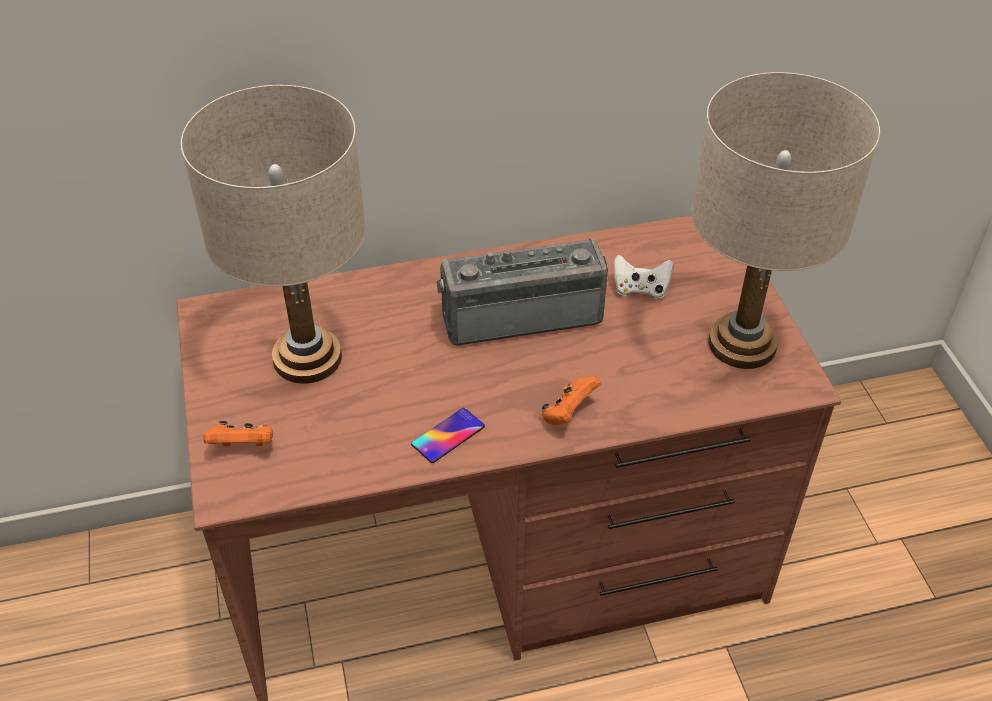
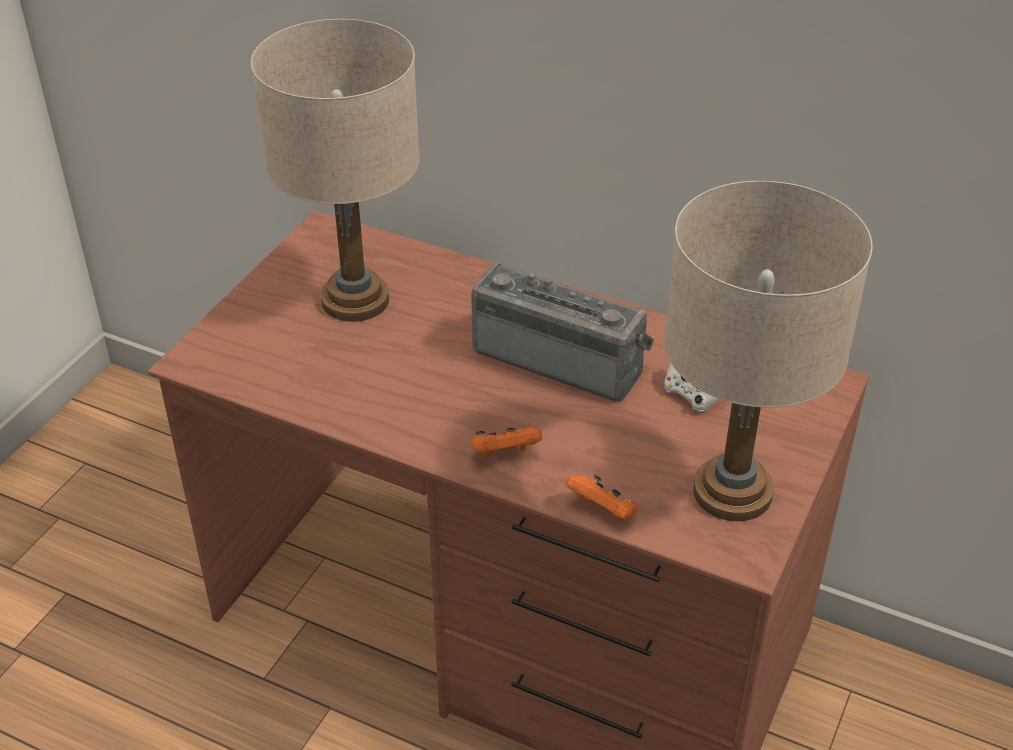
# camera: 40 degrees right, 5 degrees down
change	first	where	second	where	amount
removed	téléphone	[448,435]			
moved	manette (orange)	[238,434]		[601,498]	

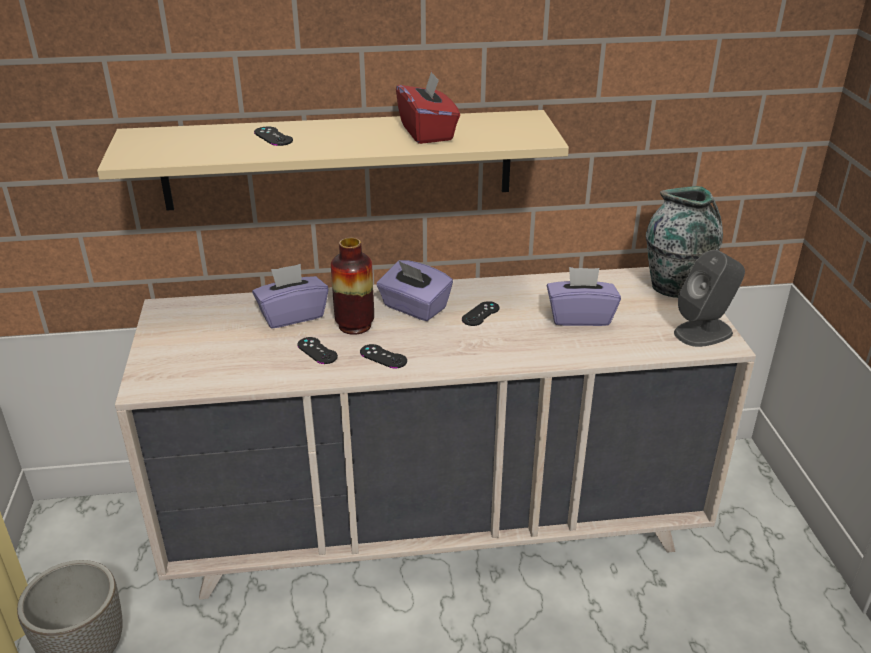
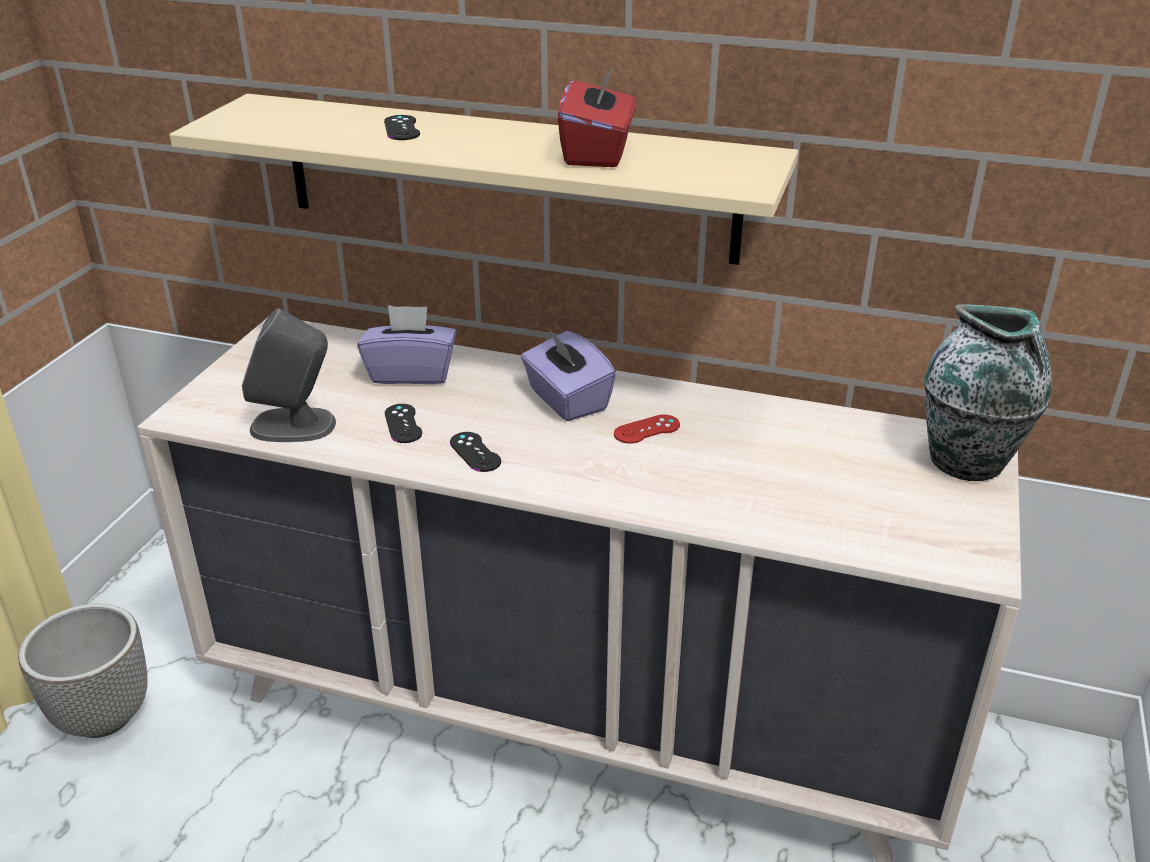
# camera: 25 degrees right, 0 degrees up
change	first	where	second	where	amount
removed	vase	[352,286]			
removed	boîte à mouchoirs (violet)	[584,296]			
moved	enceinte (gris)	[709,298]		[289,375]	
recoloured	manette (noir)	[480,313]	manette (rouge)	[647,429]	

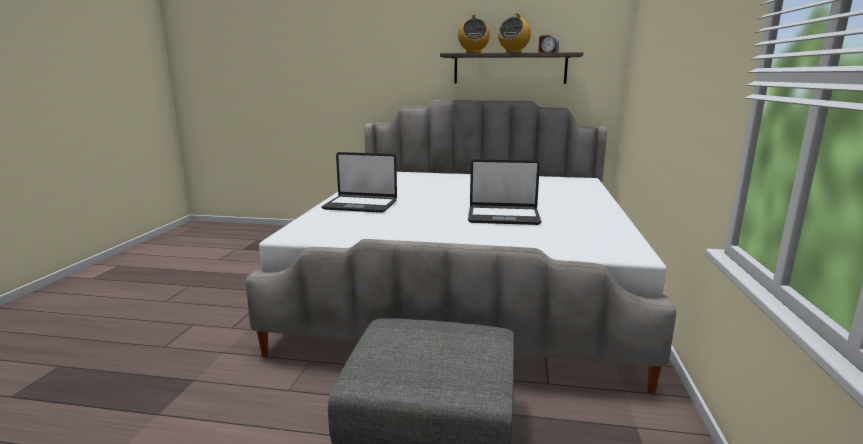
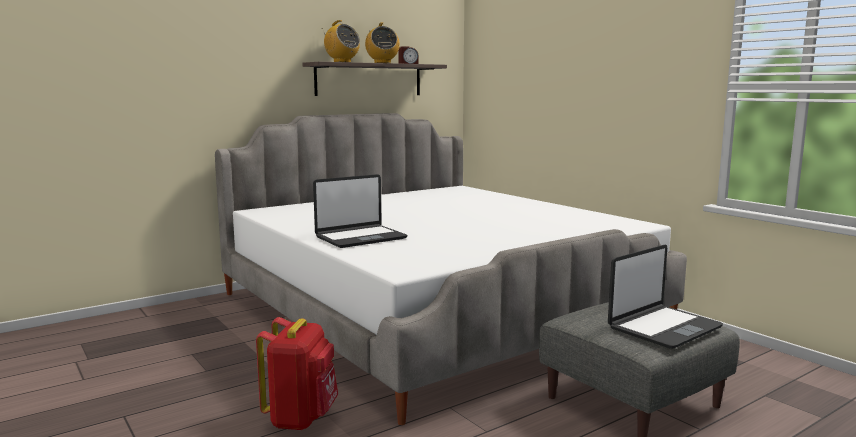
# camera: 45 degrees left, 5 degrees down
change	first	where	second	where	amount
added			sac à dos (rouge)	[297,373]	
moved	ordinateur portable	[505,192]		[665,297]	

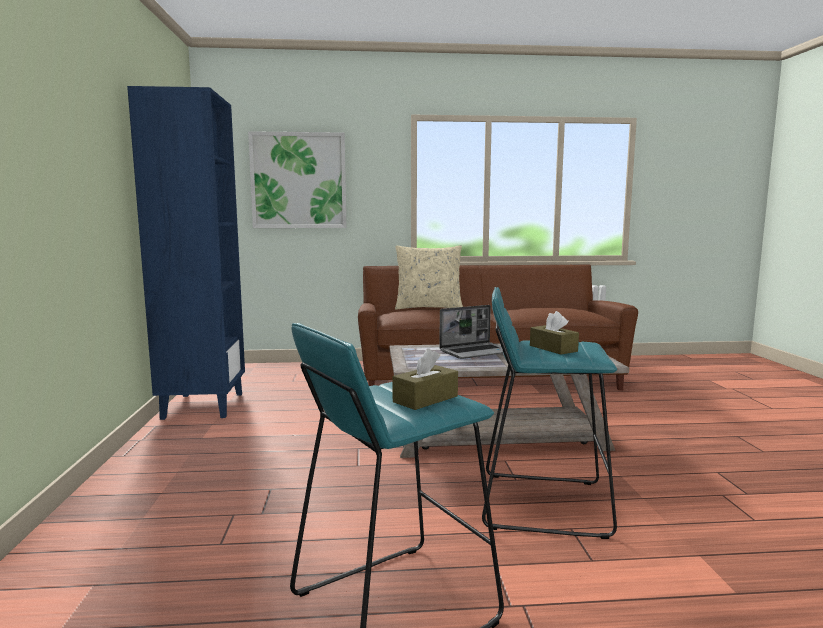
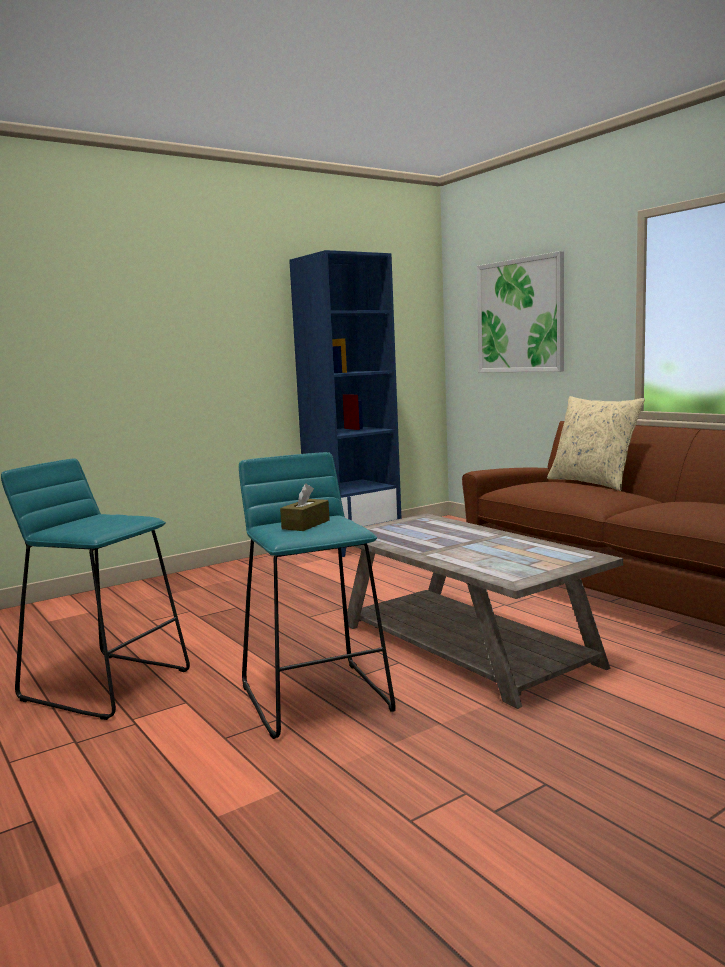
# camera: 60 degrees right, 0 degrees up
change	first	where	second	where	amount
removed	boîte à mouchoirs (marron)	[425,379]			
removed	ordinateur portable	[471,332]			

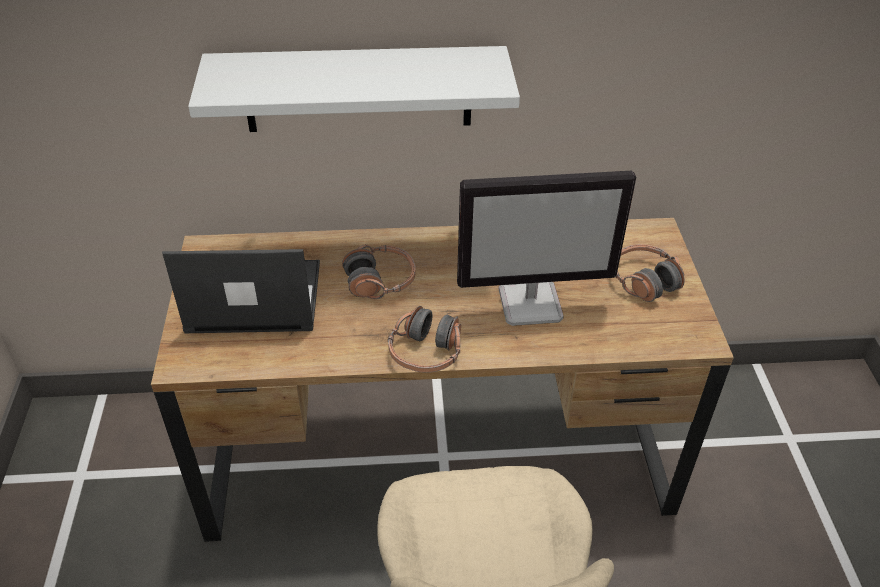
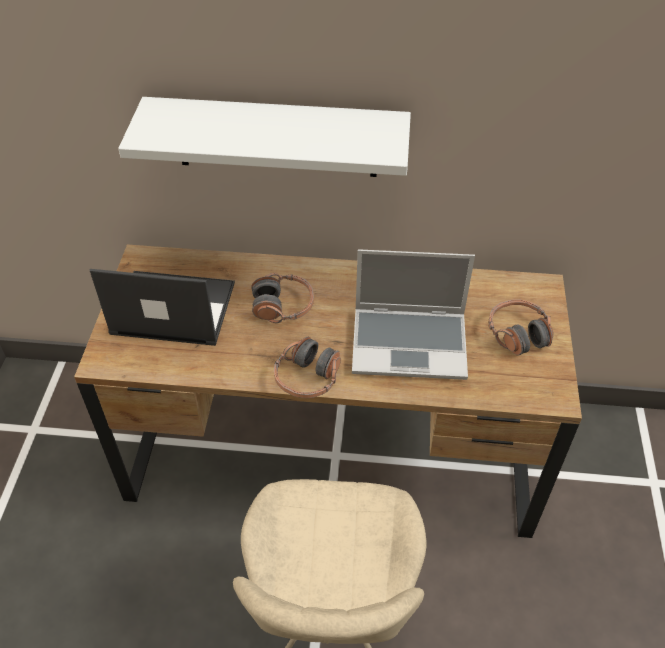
# camera: 10 degrees right, 5 degrees up
change	first	where	second	where	amount
replaced	écran d'ordinateur	[546,248]	ordinateur portable	[413,314]	

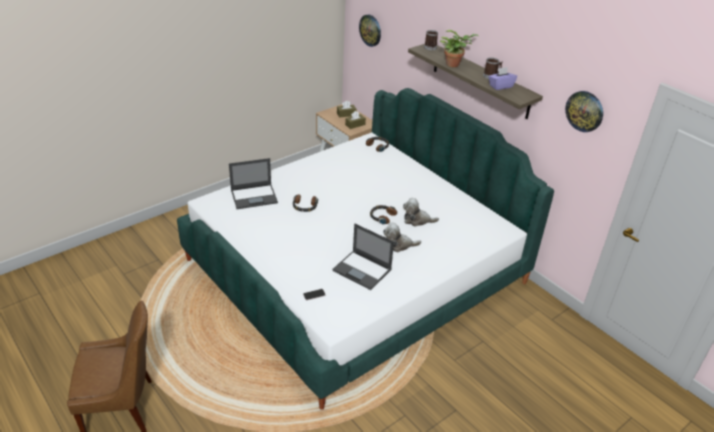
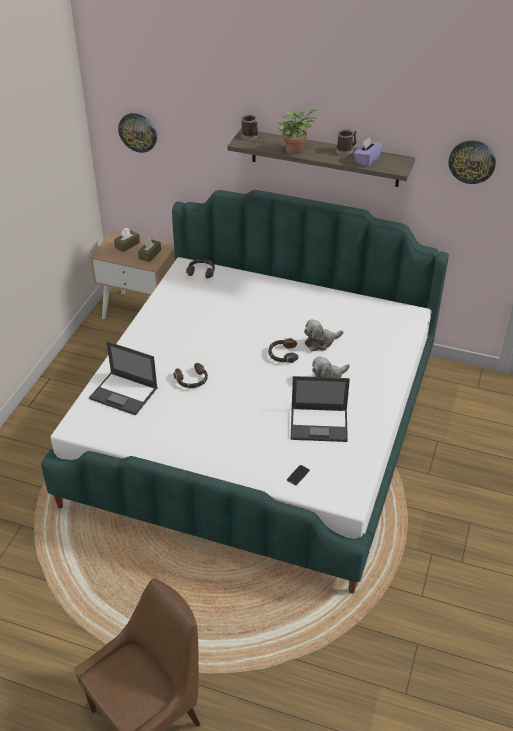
# camera: 30 degrees left, 5 degrees up
change	first	where	second	where	amount
turned	ordinateur portable	[253,183]		[123,378]	75 degrees clockwise

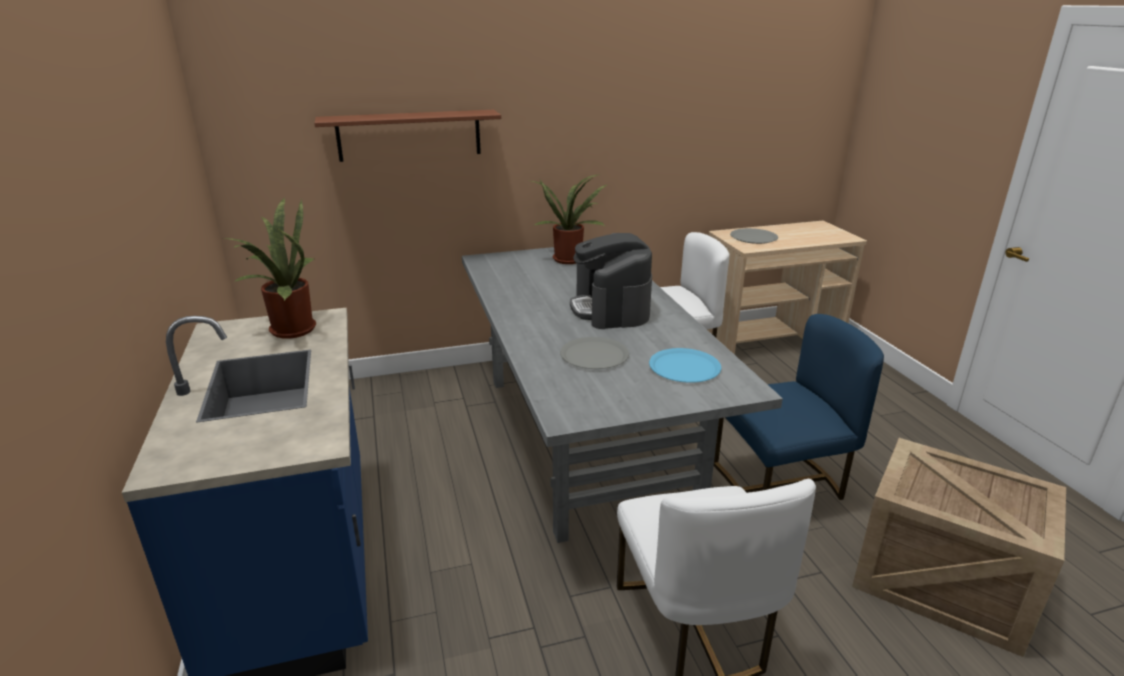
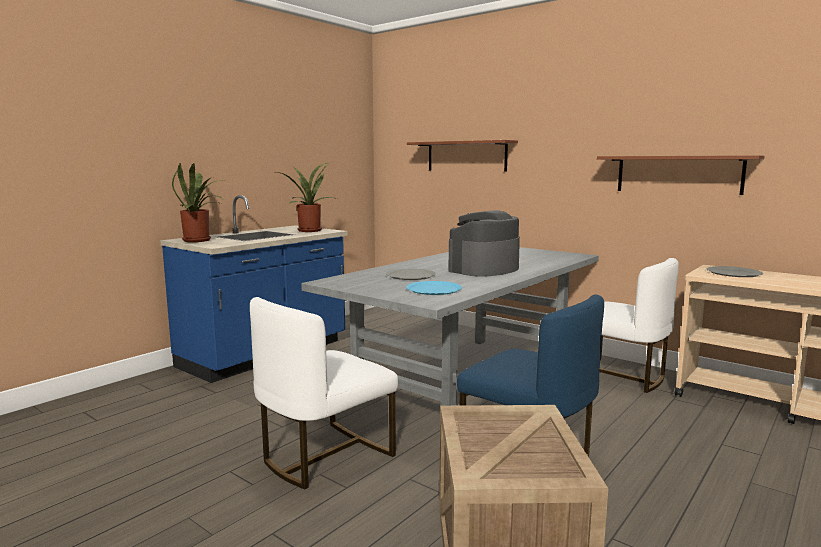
# camera: 55 degrees right, 15 degrees down
change	first	where	second	where	amount
added			étagère (marron)	[681,175]	
moved	plante en pot	[569,219]		[197,202]	

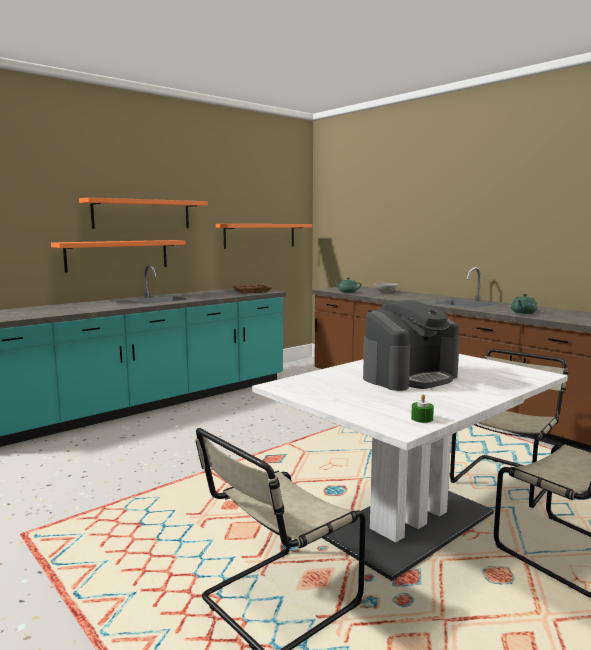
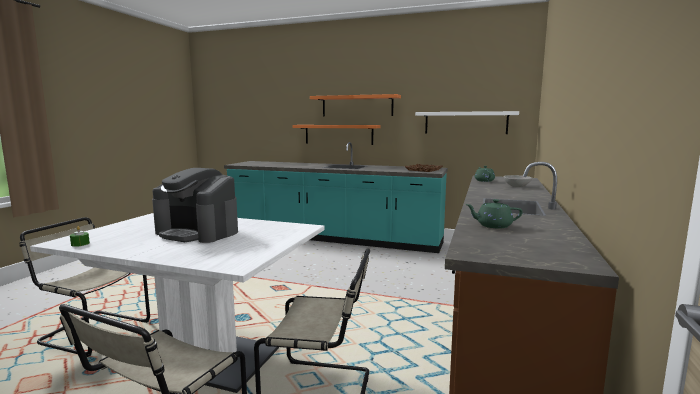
# camera: 60 degrees right, 0 degrees up
change	first	where	second	where	amount
recoloured	étagère (orange)	[264,236]	étagère (blanc)	[467,122]	

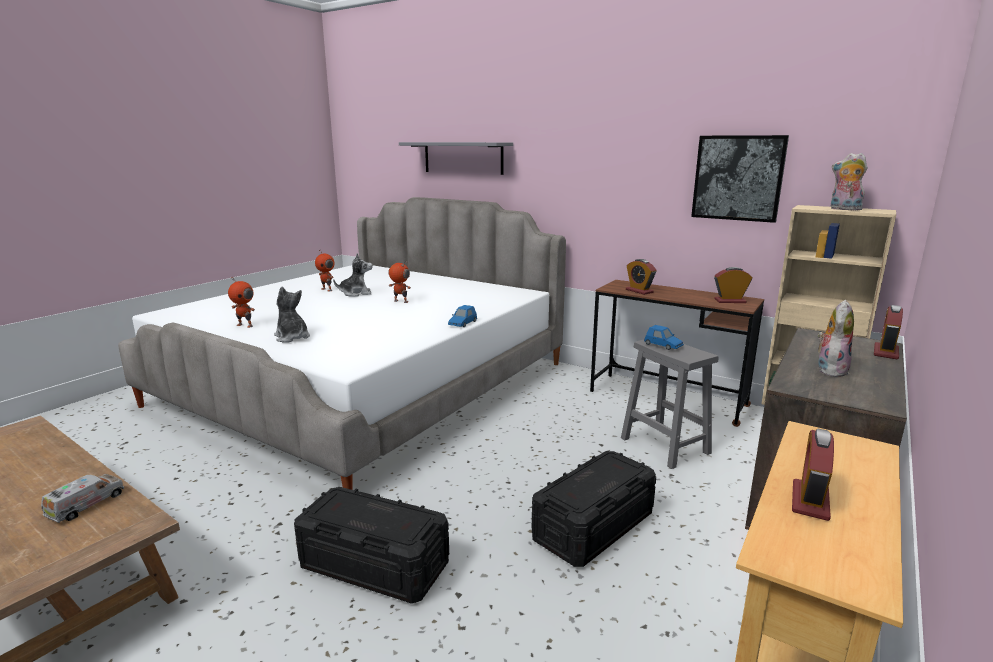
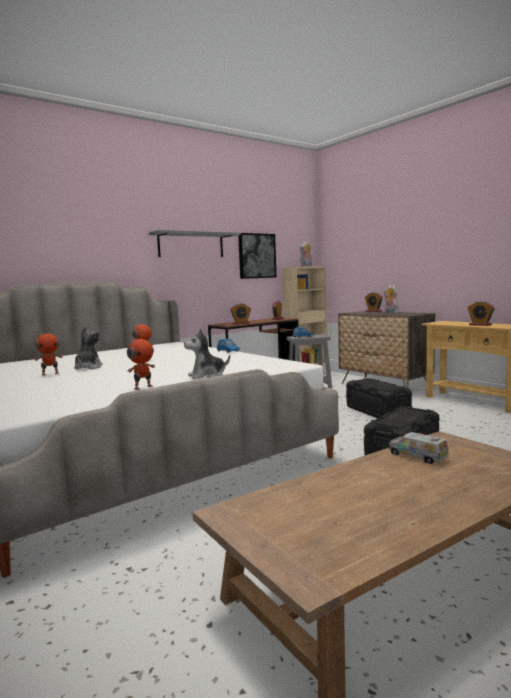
# camera: 70 degrees left, 10 degrees down
change	first	where	second	where	amount
moved	étagère (gris)	[456,158]		[195,243]	

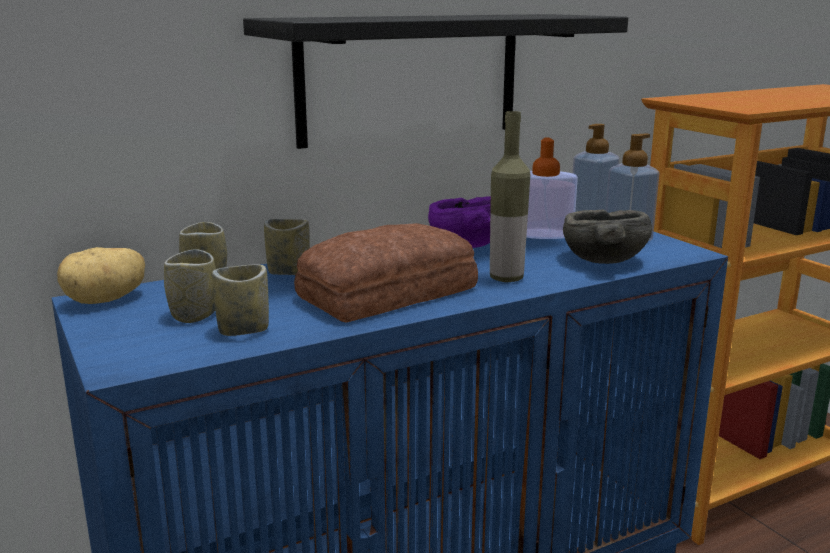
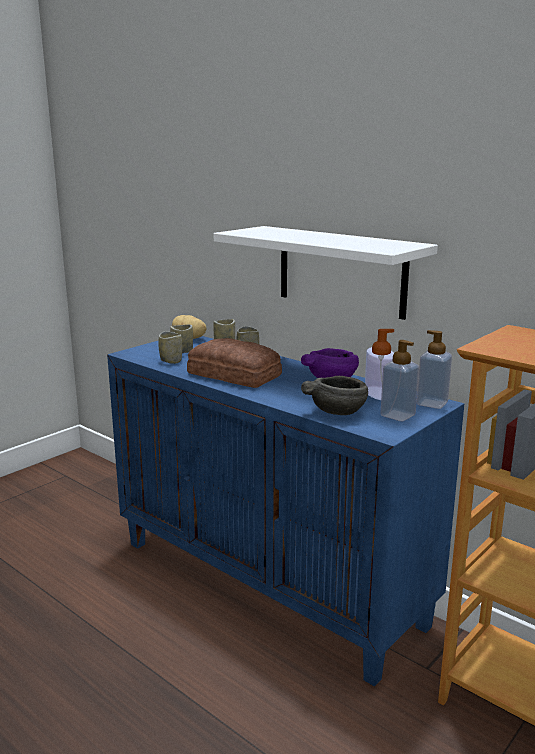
# camera: 70 degrees right, 0 degrees up
change	first	where	second	where	amount
removed	bouteille	[510,196]			
recoloured	étagère (noir)	[435,81]	étagère (blanc)	[326,273]	

